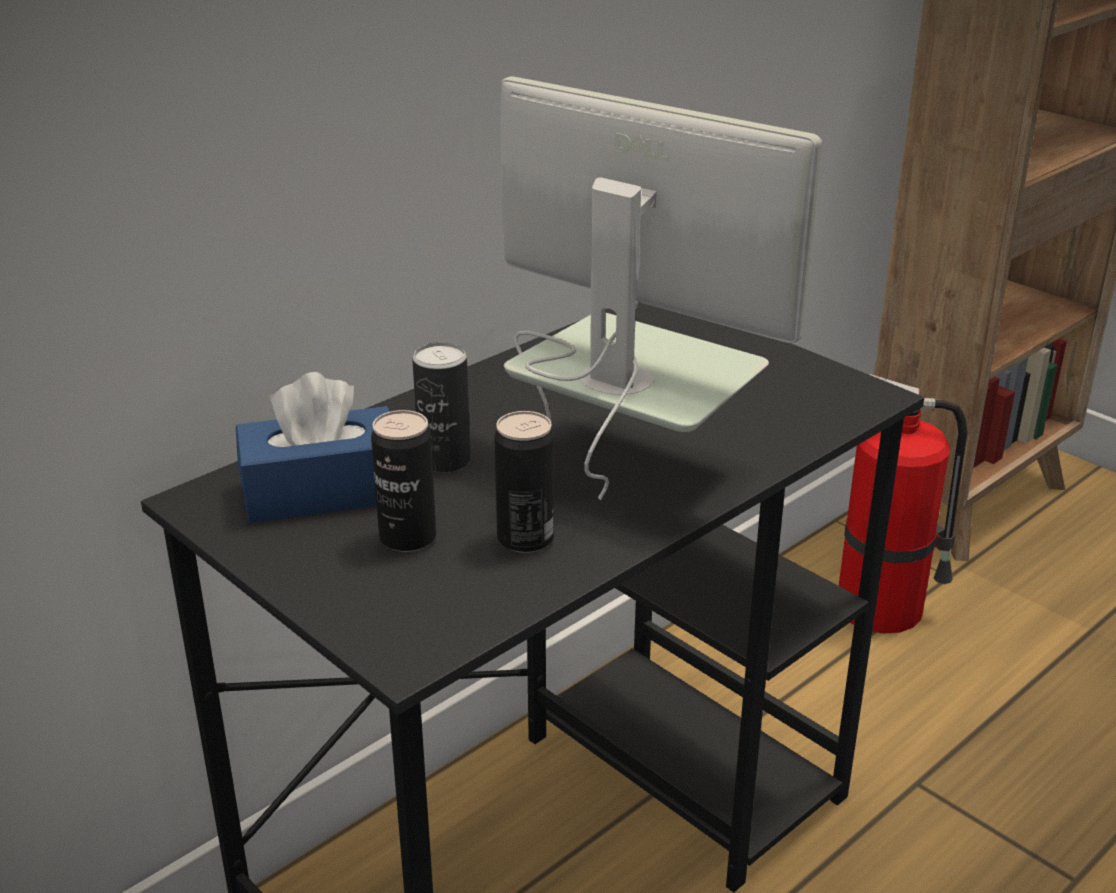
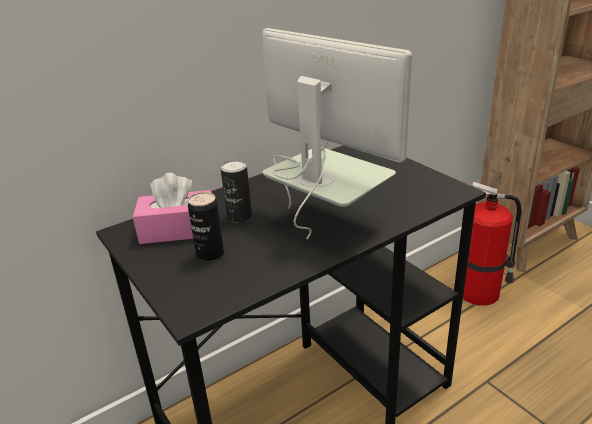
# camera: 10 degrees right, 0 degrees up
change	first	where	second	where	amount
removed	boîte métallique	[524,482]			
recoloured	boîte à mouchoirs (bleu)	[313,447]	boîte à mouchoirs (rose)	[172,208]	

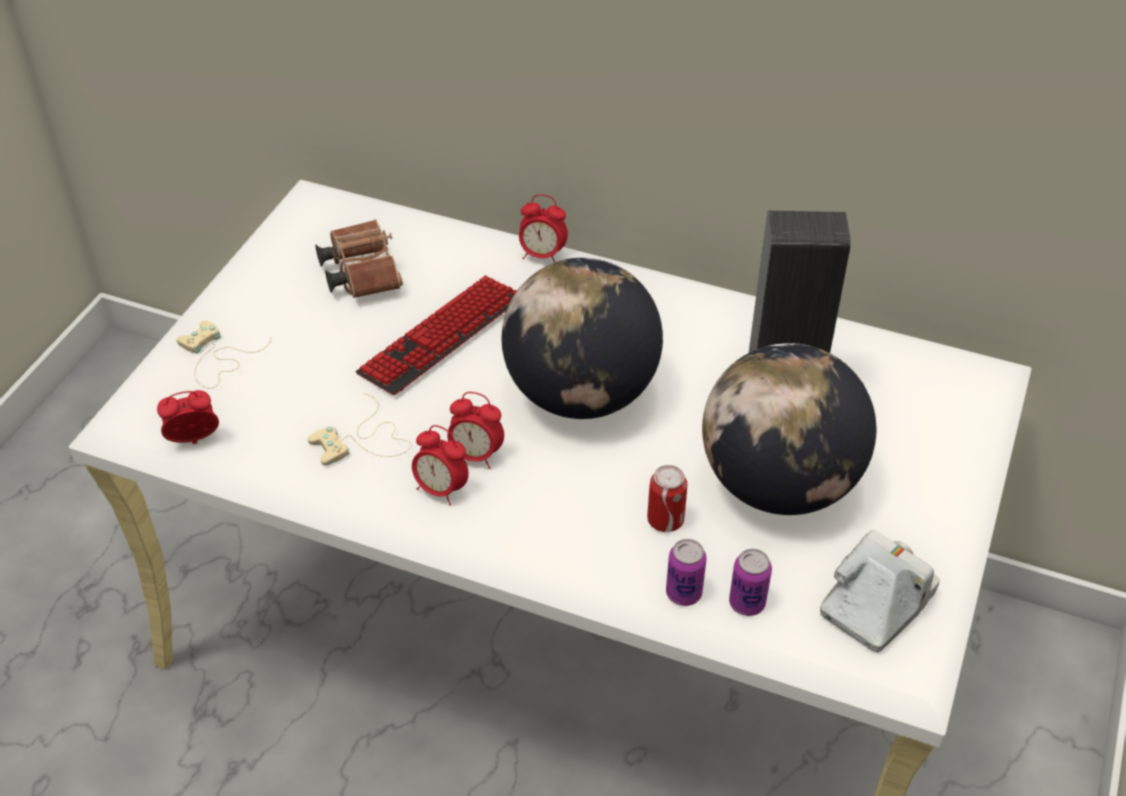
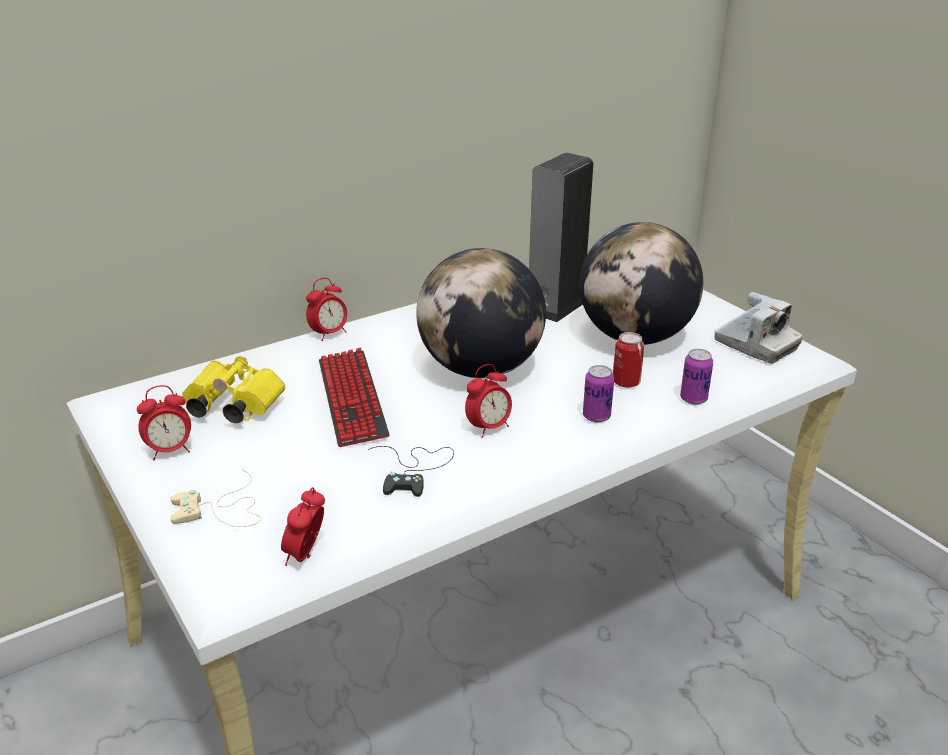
# camera: 55 degrees left, 15 degrees down
change	first	where	second	where	amount
moved	réveil	[440,465]		[164,422]	
moved	boîte métallique	[750,582]		[598,393]	
recoloured	manette (beige)	[360,429]	manette (noir)	[411,471]	
recoloured	jumelles (marron)	[359,259]	jumelles (jaune)	[233,389]	
turned	appareil photo	[880,591]		[758,328]	150 degrees clockwise

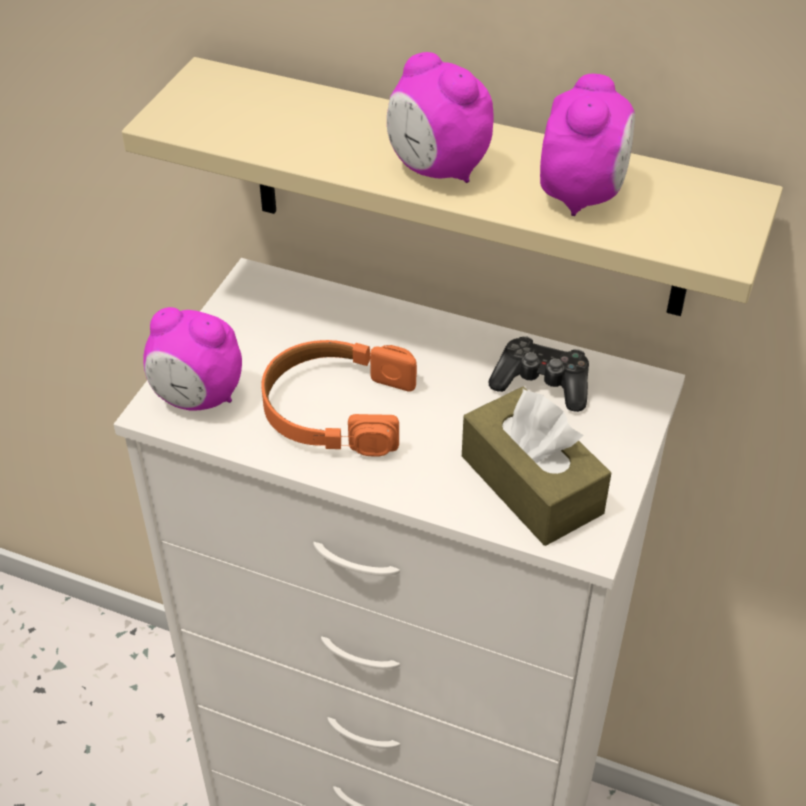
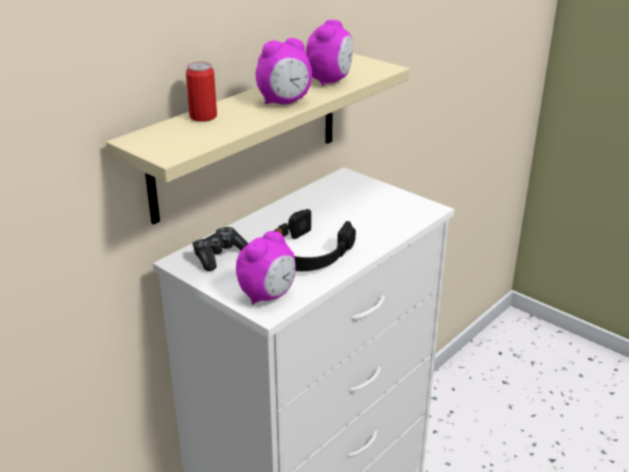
# camera: 70 degrees left, 15 degrees down
change	first	where	second	where	amount
removed	boîte à mouchoirs (marron)	[536,466]			
added			boîte métallique	[201,92]	
moved	manette	[539,374]		[220,249]	
recoloured	casque audio (orange)	[339,398]	casque audio (noir)	[315,240]	
turned	réveil	[587,145]		[329,53]	75 degrees clockwise

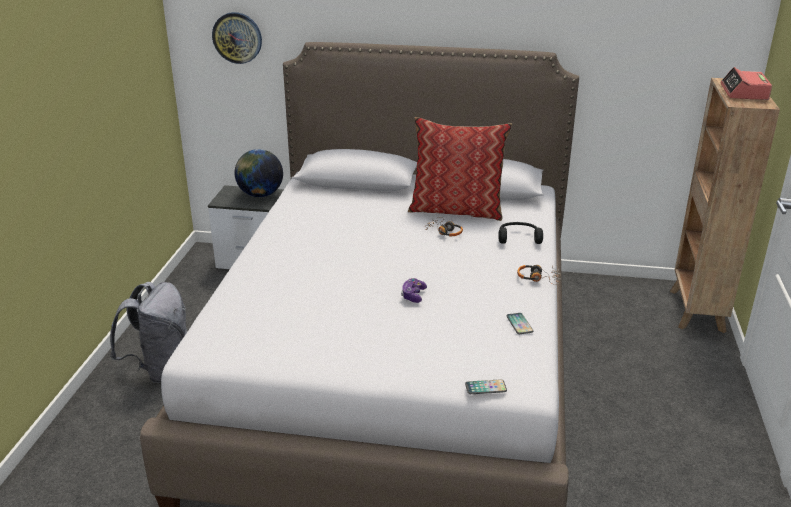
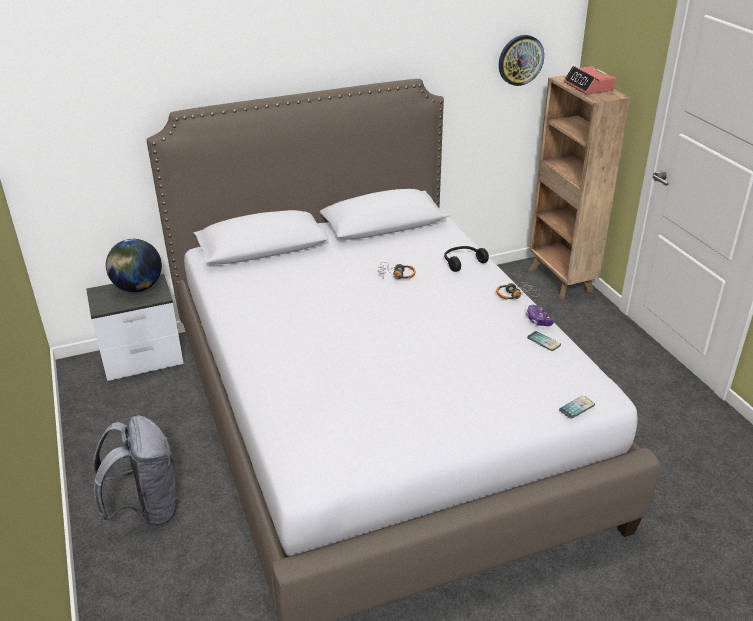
# camera: 30 degrees left, 5 degrees up
change	first	where	second	where	amount
removed	coussin	[460,169]			
moved	horloge murale	[237,38]		[521,60]	
moved	manette	[414,290]		[540,315]	

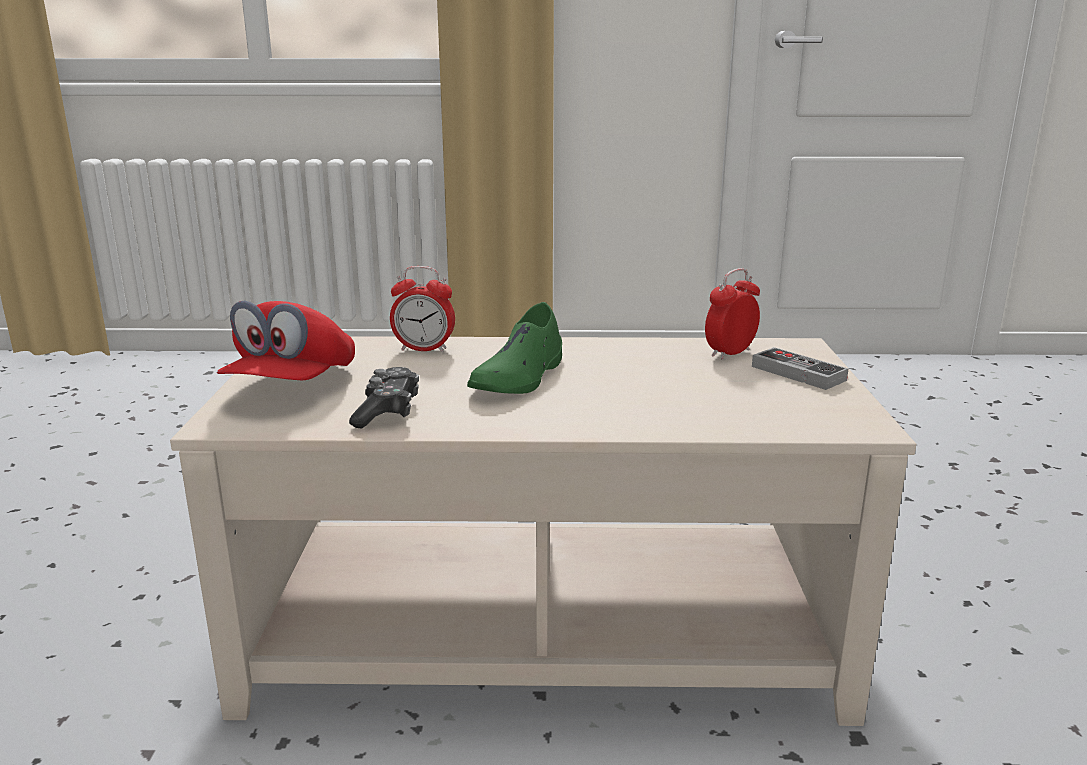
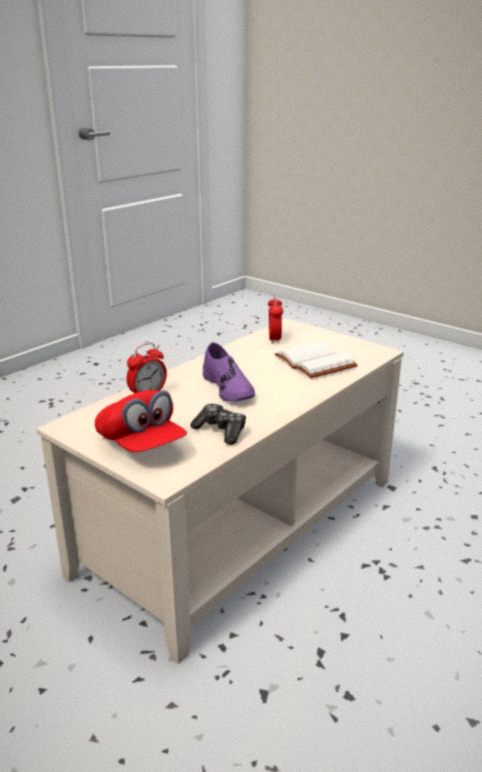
# camera: 50 degrees left, 5 degrees up
change	first	where	second	where	amount
removed	manette	[800,368]			
added			livre (blanc)	[316,359]	
recoloured	chaussure (vert)	[514,348]	chaussure (violet)	[229,372]	

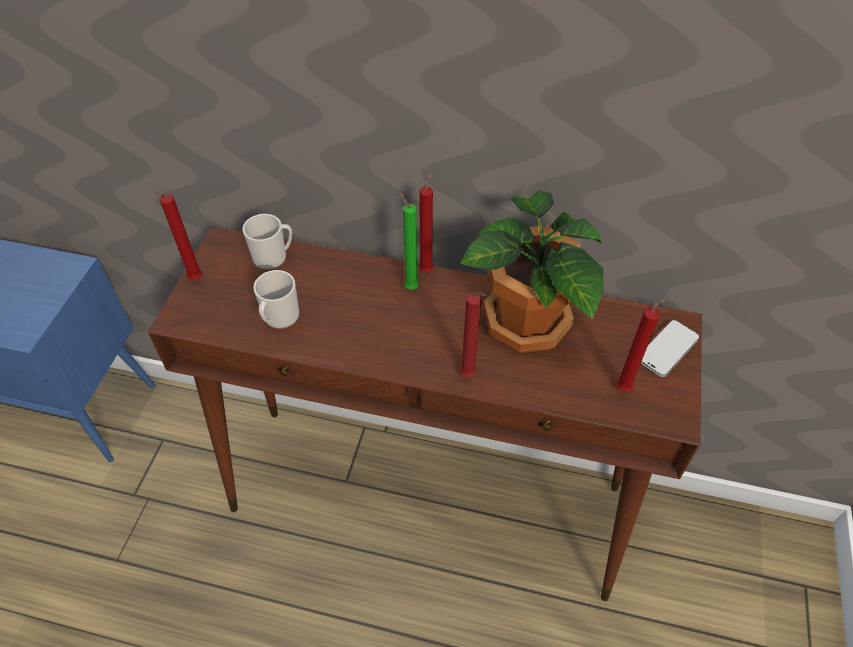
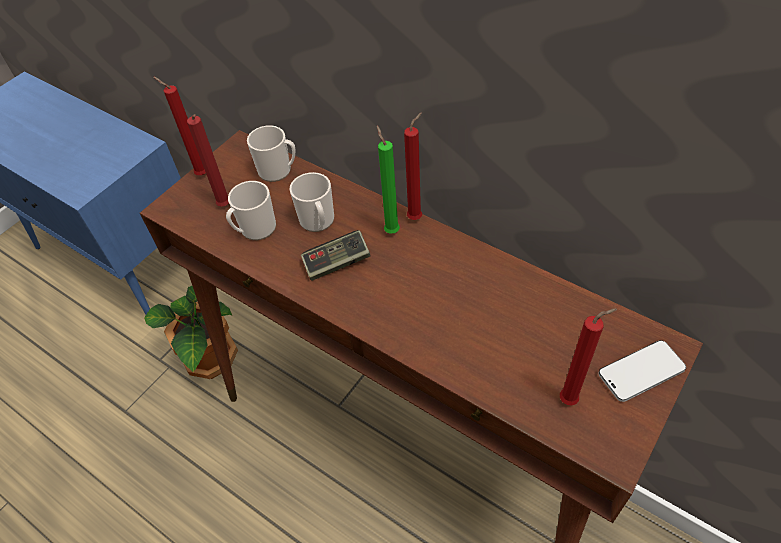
# camera: 25 degrees right, 0 degrees up
change	first	where	second	where	amount
added			mug	[312,202]	
added			manette	[336,255]	
moved	plante en pot	[531,271]		[191,332]	
moved	bougie (rouge)	[474,334]		[208,160]	

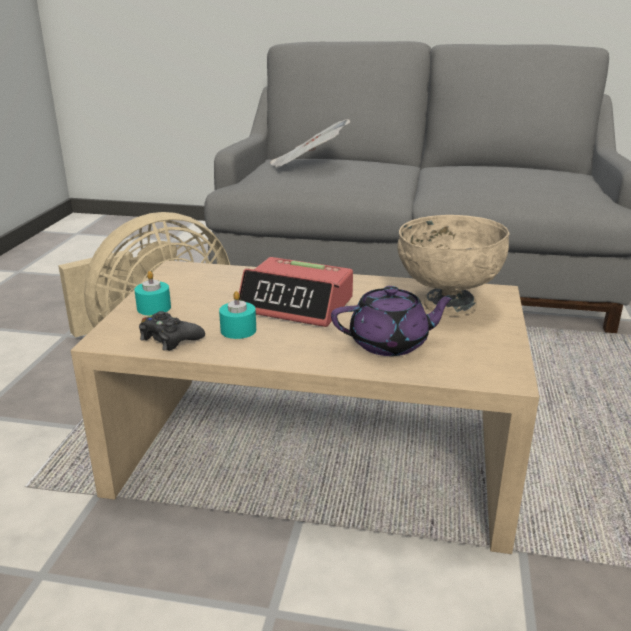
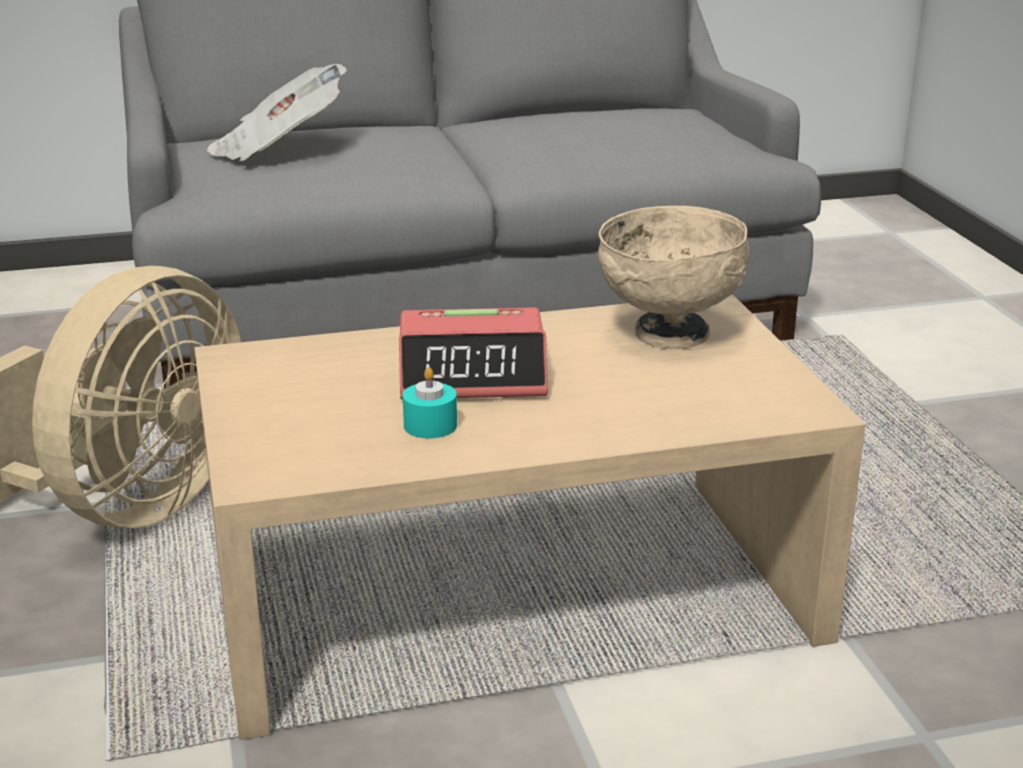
# camera: 25 degrees left, 0 degrees up
change	first	where	second	where	amount
removed	bougie (turquoise)	[152,293]			
removed	manette (noir)	[172,331]			
removed	théière (violet)	[394,321]			

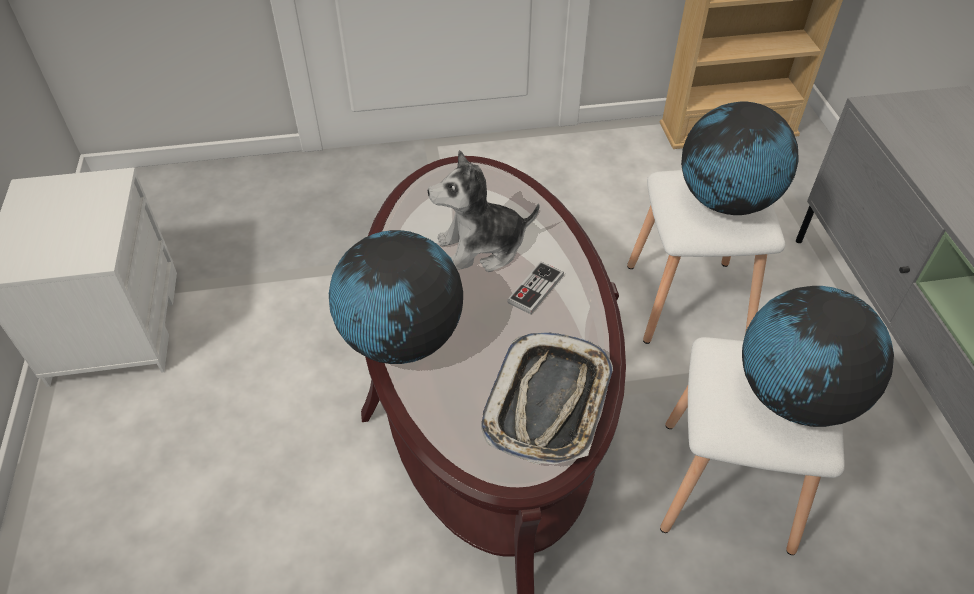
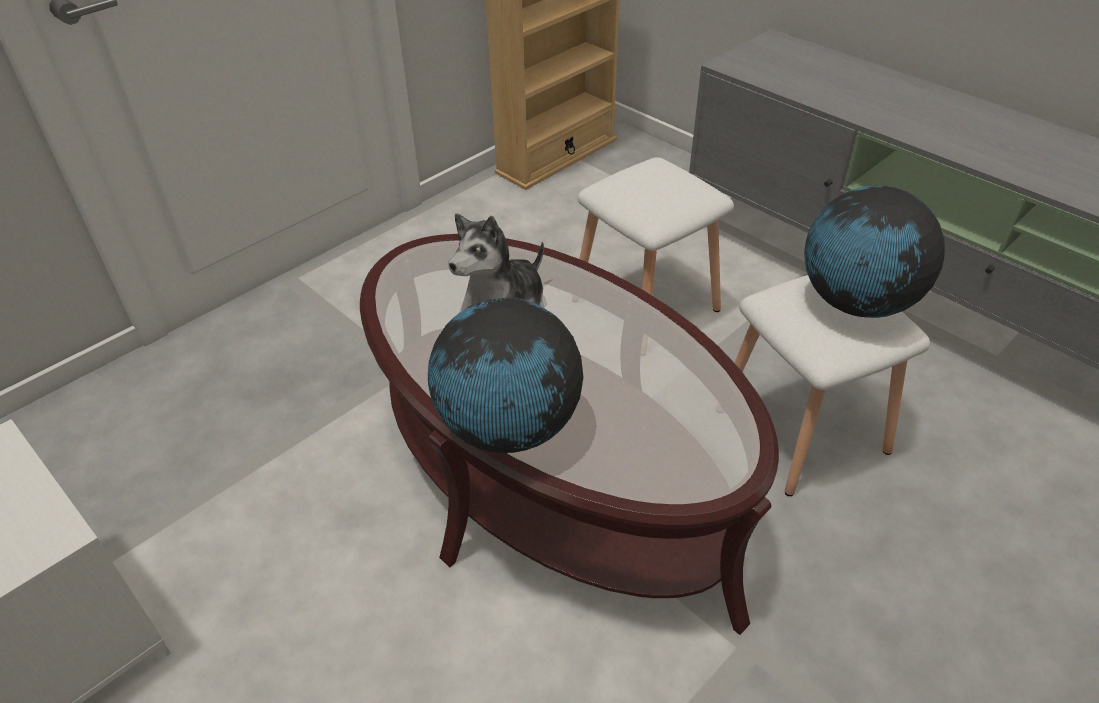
# camera: 35 degrees left, 5 degrees down
change	first	where	second	where	amount
removed	plateau	[547,398]			
removed	manette	[535,287]			
removed	globe	[740,158]			

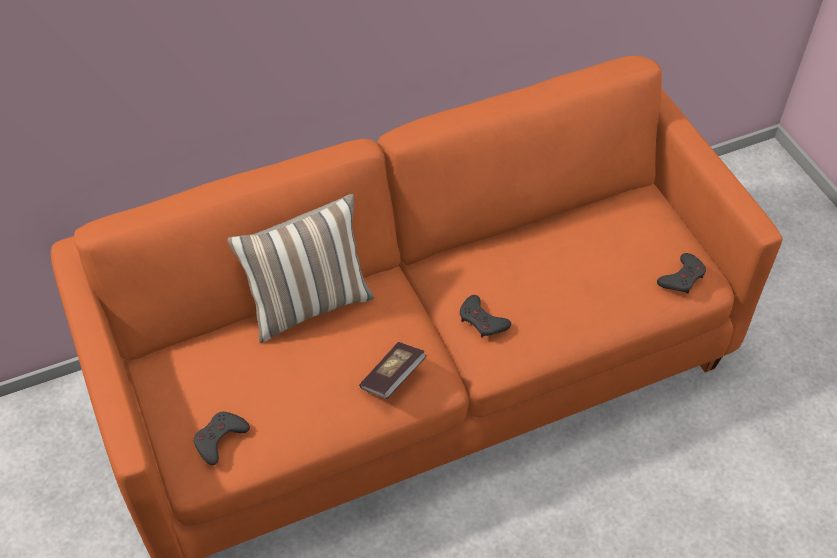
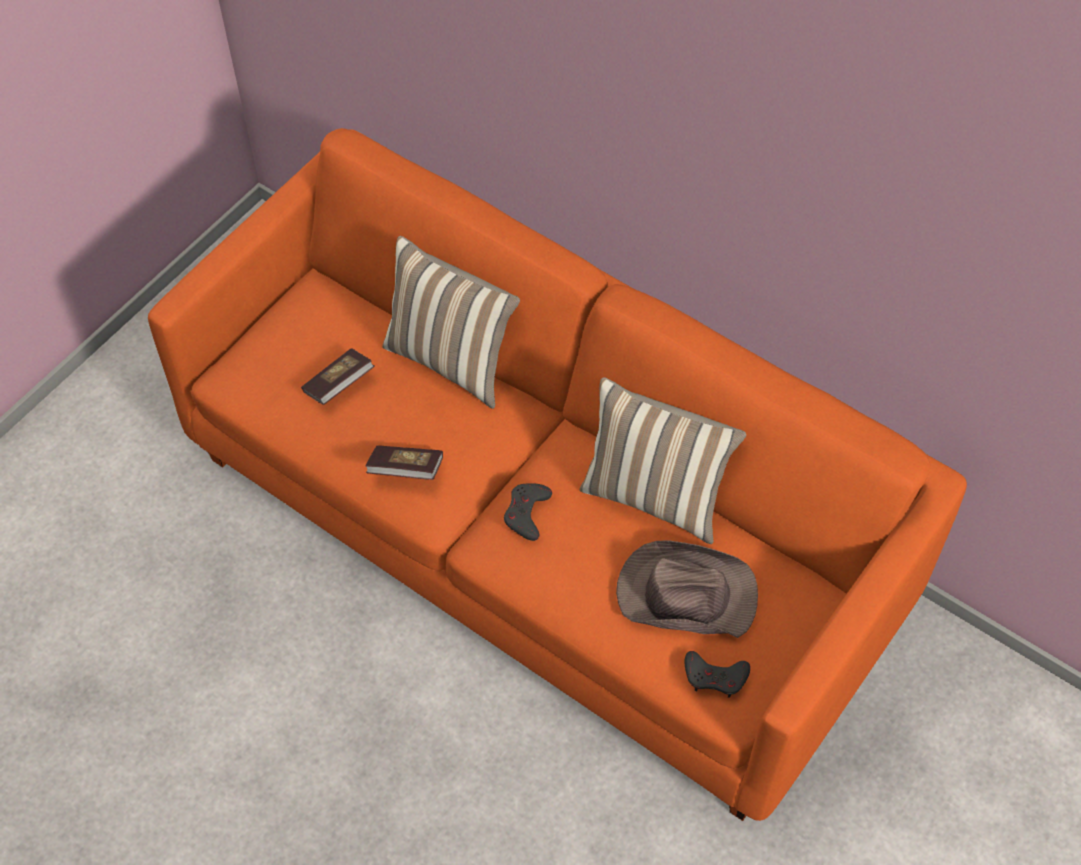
# camera: 60 degrees right, 5 degrees up
change	first	where	second	where	amount
removed	manette (gris)	[222,438]			
added			livre	[337,376]	
added			coussin	[663,460]	
added			chapeau (marron)	[687,589]	

